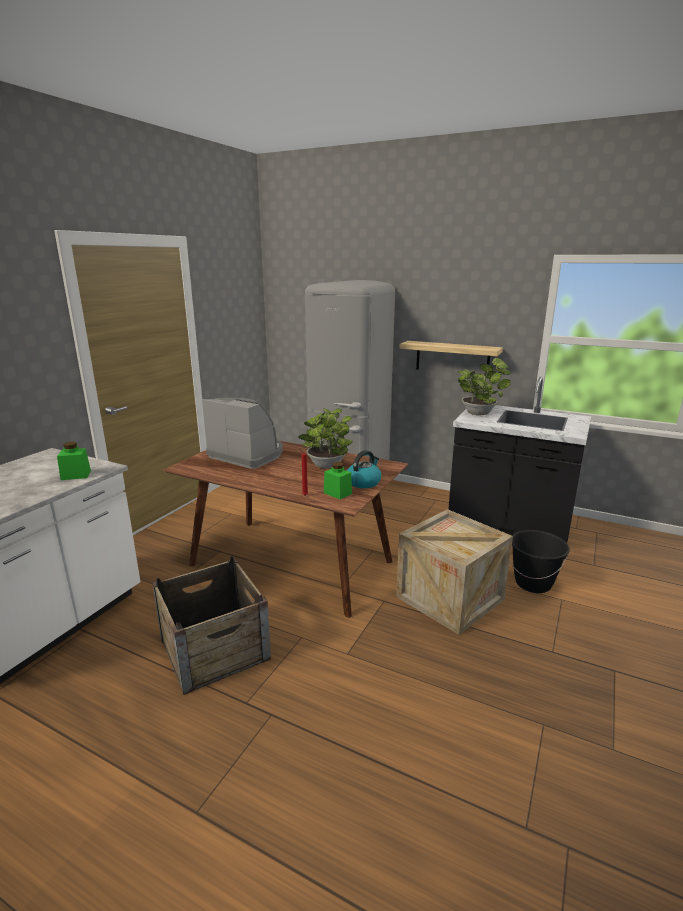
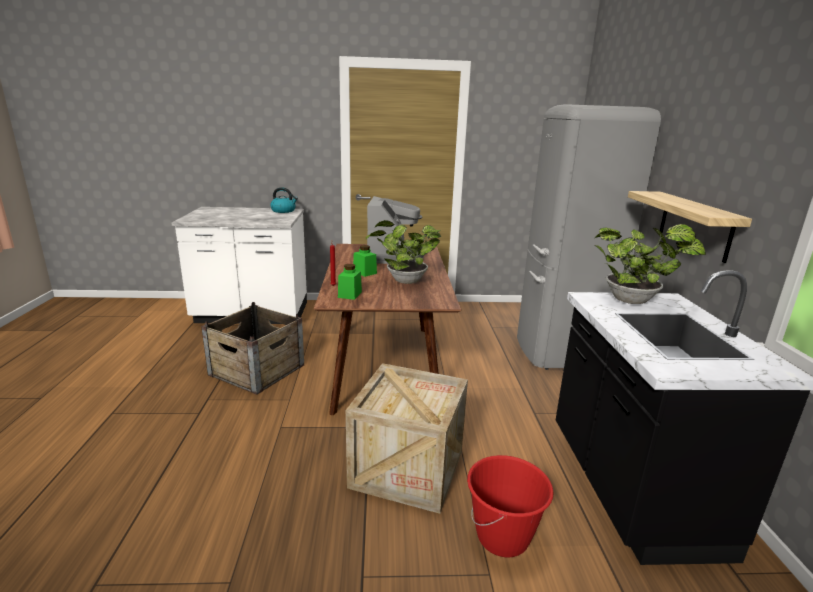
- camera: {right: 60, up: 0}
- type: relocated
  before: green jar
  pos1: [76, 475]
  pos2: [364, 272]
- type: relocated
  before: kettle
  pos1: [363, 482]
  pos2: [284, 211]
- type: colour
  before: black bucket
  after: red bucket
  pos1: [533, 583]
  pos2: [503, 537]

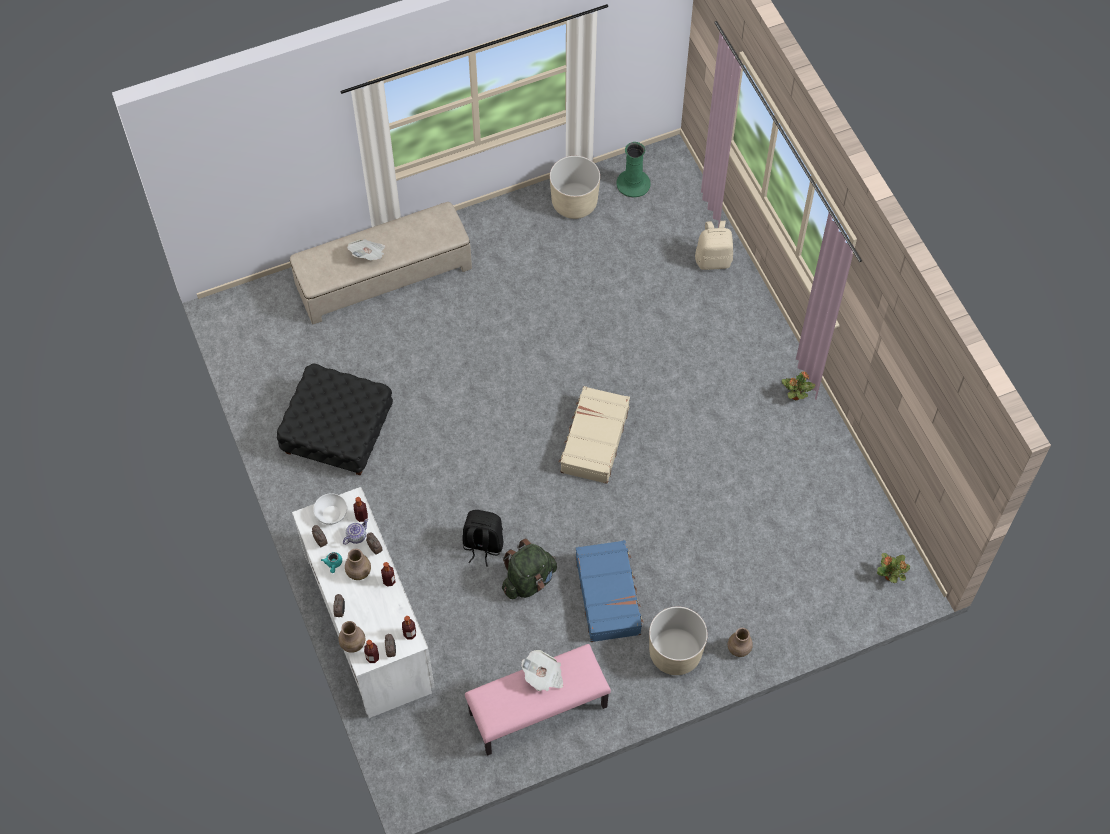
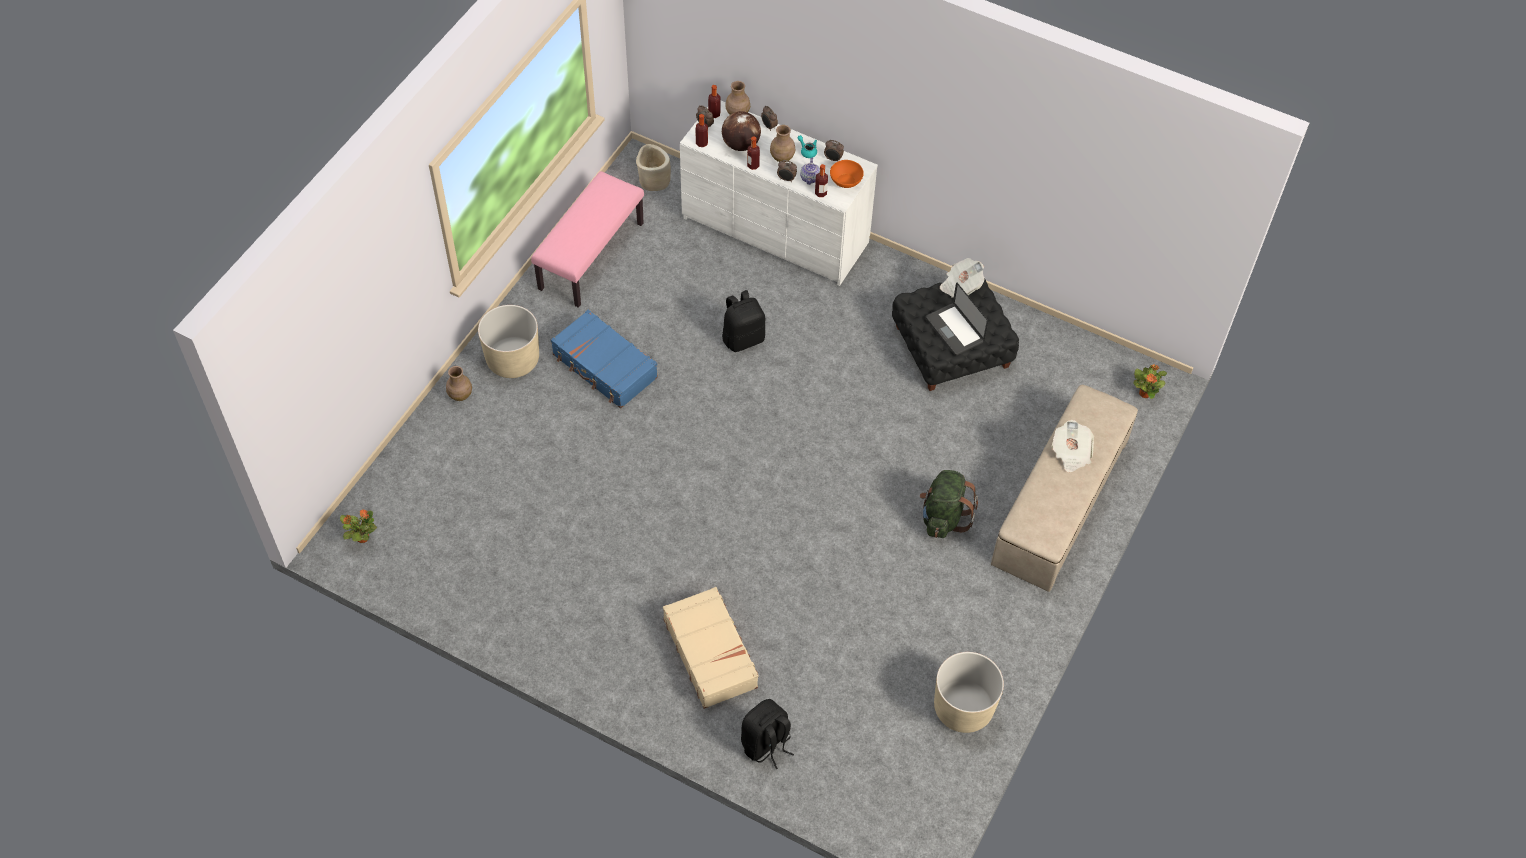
- camera: {right: 140, up: -5}
- type: missing
  before: green vase
  pos1: [633, 184]
- type: colour
  before: beige backpack
  after: black backpack
  pos1: [713, 260]
  pos2: [766, 744]
- type: relocated
  before: potted plant
  pos1: [795, 396]
  pos2: [1145, 393]
- type: relocated
  before: beige suitcase
  pos1: [594, 440]
  pos2: [711, 653]
- type: colour
  before: white bowl
  after: orange bowl
  pos1: [331, 514]
  pos2: [846, 181]
- type: relocated
  before: green backpack
  pos1: [528, 580]
  pos2: [943, 517]
- type: relocated
  before: newspaper
  pos1: [543, 676]
  pos2: [960, 286]
- type: appeared
  after: globe
  pos2: [740, 145]
- type: appeared
  after: beige planter
  pos2: [653, 180]
- type: appeared
  after: laptop
  pos2: [954, 330]

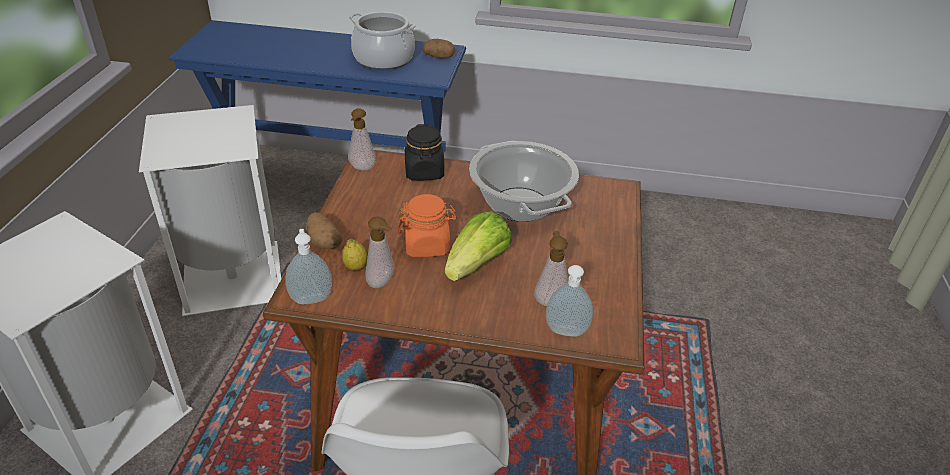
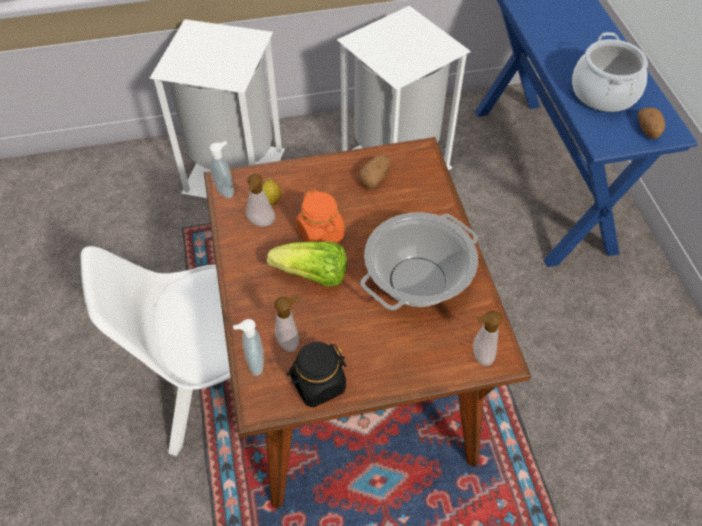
- camera: {right: 70, up: 15}
- type: relocated
  before: soap dispenser
  pos1: [361, 169]
  pos2: [479, 356]
- type: relocated
  before: black jar
  pos1: [424, 172]
  pos2: [318, 384]
- type: relocated
  before: potato
  pos1: [323, 241]
  pos2: [375, 179]

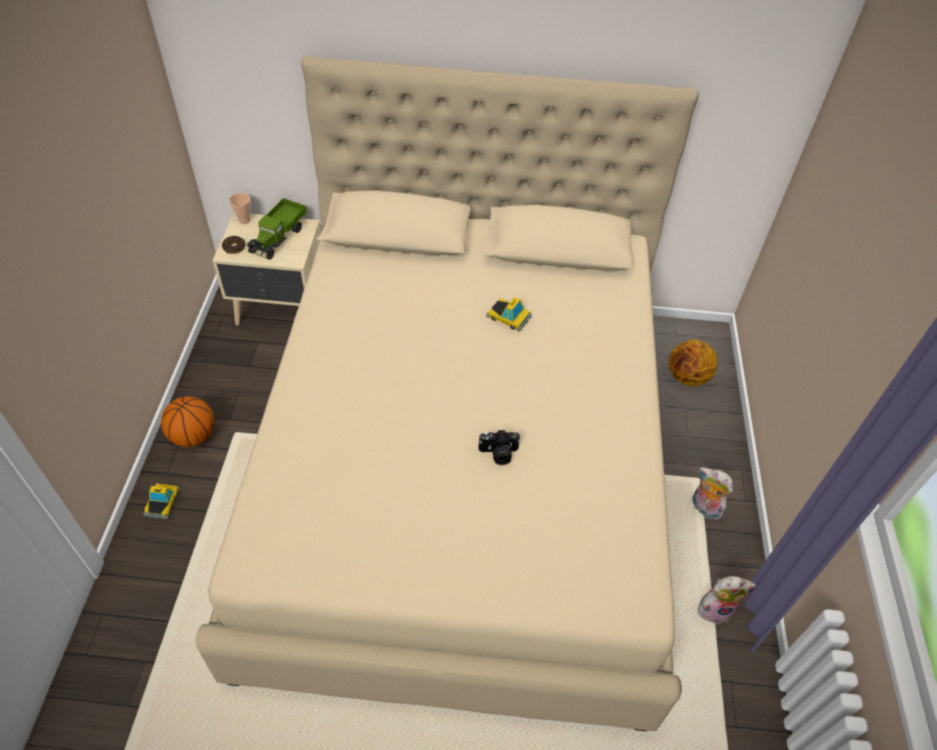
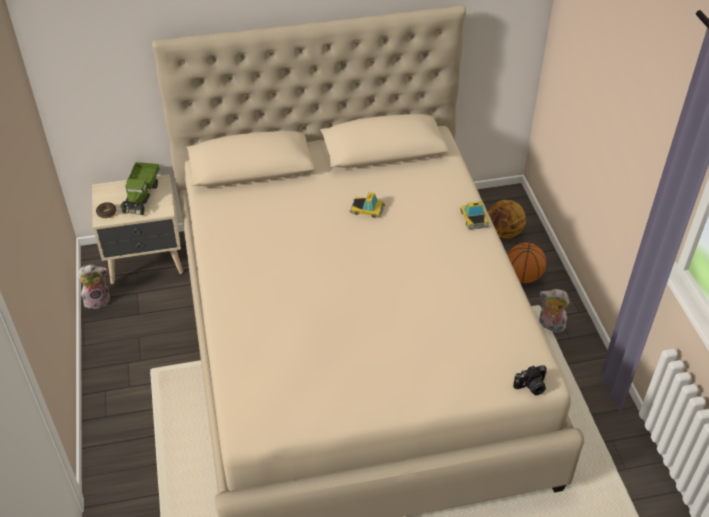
- camera: {right: -15, up: -5}
- type: missing
  before: cup
  pos1: [244, 220]
- type: relocated
  before: basketball
  pos1: [193, 436]
  pos2: [523, 276]
- type: relocated
  before: photo camera
  pos1: [498, 454]
  pos2: [531, 387]
- type: relocated
  before: toy car
  pos1: [162, 502]
  pos2: [474, 218]
- type: relocated
  before: plush toy
  pos1: [715, 608]
  pos2: [98, 300]

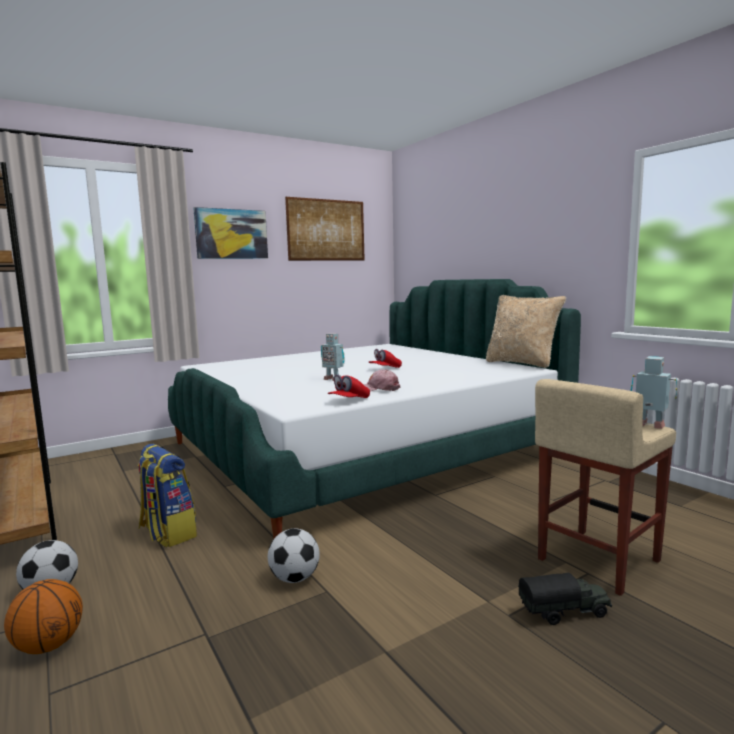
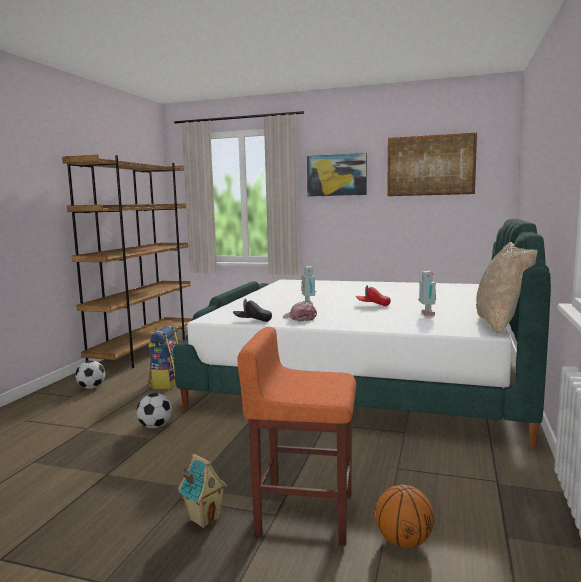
- camera: {right: 50, up: 0}
- type: relocated
  before: toy robot
  pos1: [650, 426]
  pos2: [426, 314]
- type: colour
  before: red cap
  after: black cap
  pos1: [349, 401]
  pos2: [252, 321]
- type: colour
  before: beige stool
  after: orange stool
  pos1: [597, 560]
  pos2: [303, 514]
- type: exchanged
  before: toy truck
  after: toy house
  pos1: [565, 612]
  pos2: [204, 518]
- type: relocated
  before: basketball
  pos1: [49, 646]
  pos2: [403, 542]

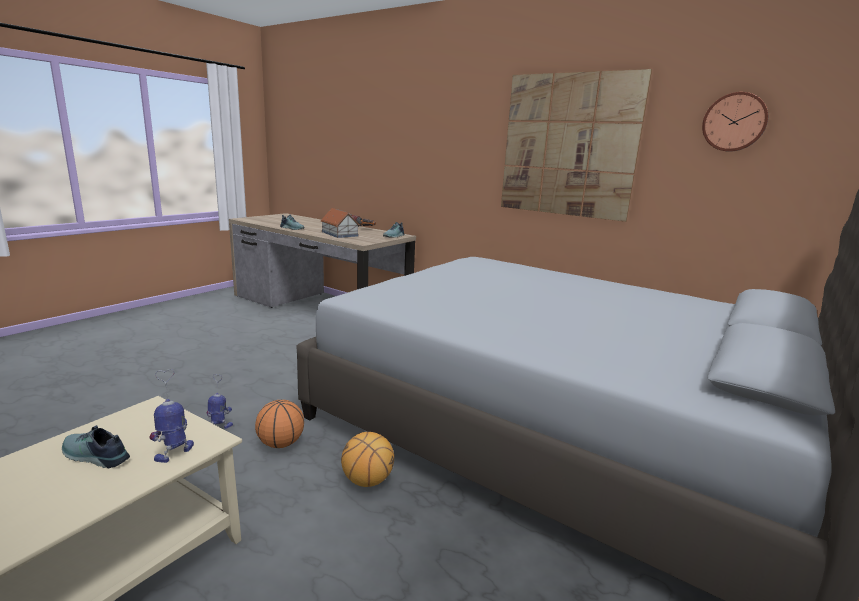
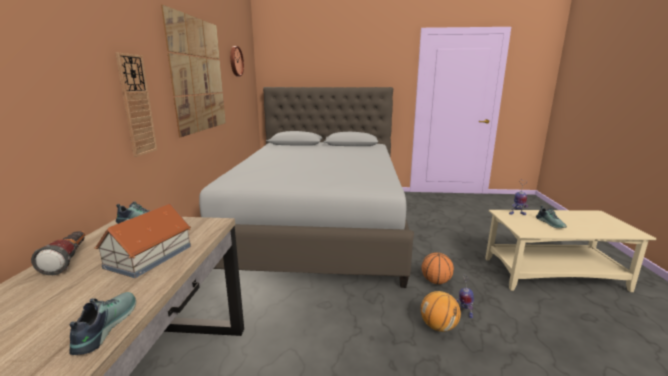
- camera: {right: -120, up: 0}
- type: relocated
  before: basketball
  pos1: [367, 481]
  pos2: [438, 326]
- type: appeared
  after: wall clock
  pos2: [136, 105]

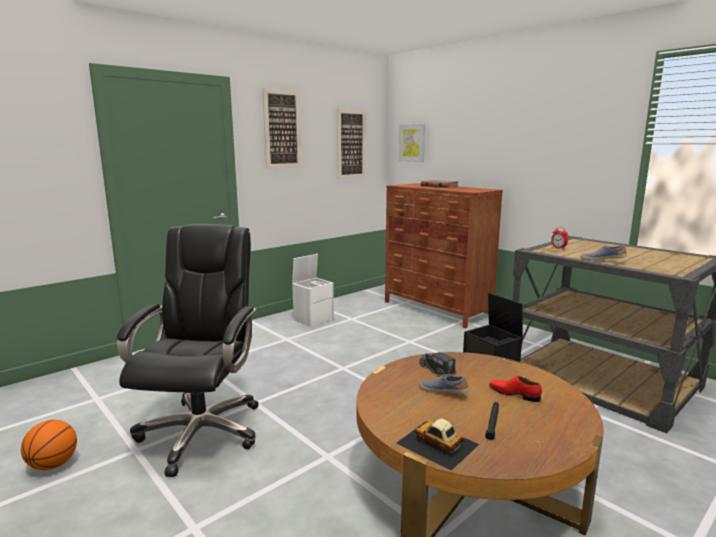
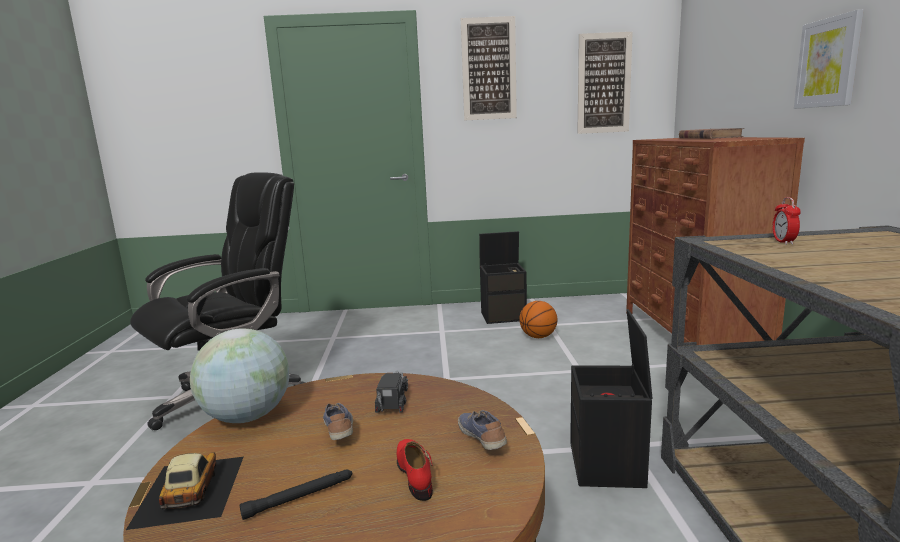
- camera: {right: 40, up: 0}
- type: relocated
  before: picture
  pos1: [412, 142]
  pos2: [828, 63]
- type: relocated
  before: shoe
  pos1: [602, 260]
  pos2: [482, 439]
- type: colour
  before: white storage box
  after: black storage box
  pos1: [313, 319]
  pos2: [504, 316]
- type: relocated
  before: basketball
  pos1: [53, 465]
  pos2: [538, 337]
- type: appeared
  after: globe
  pos2: [247, 417]

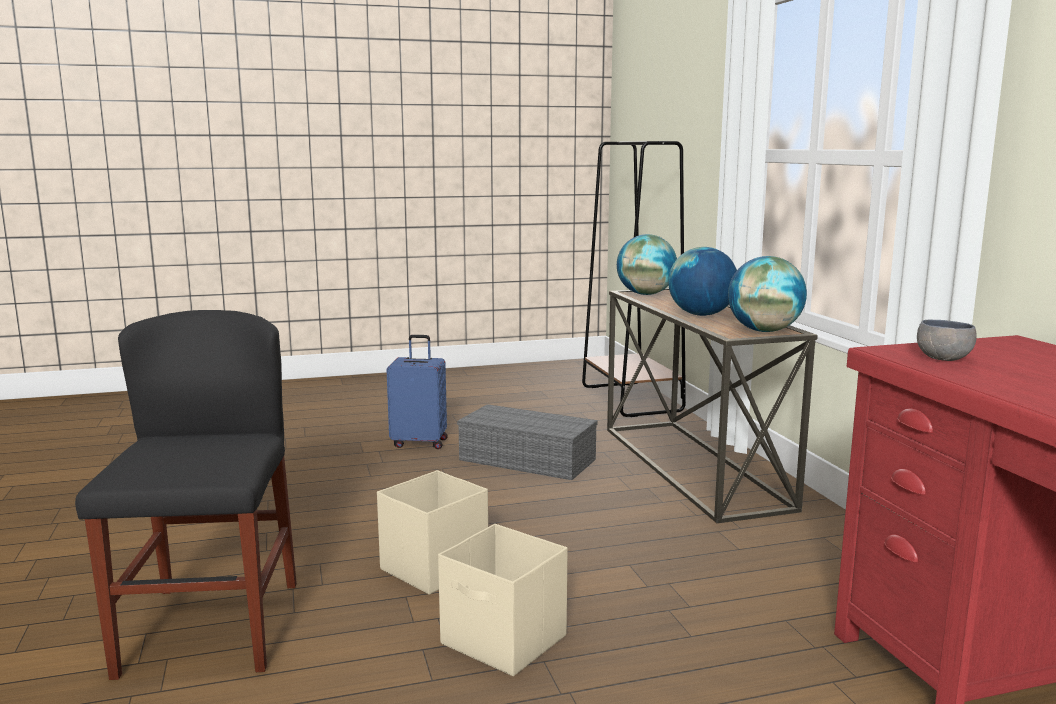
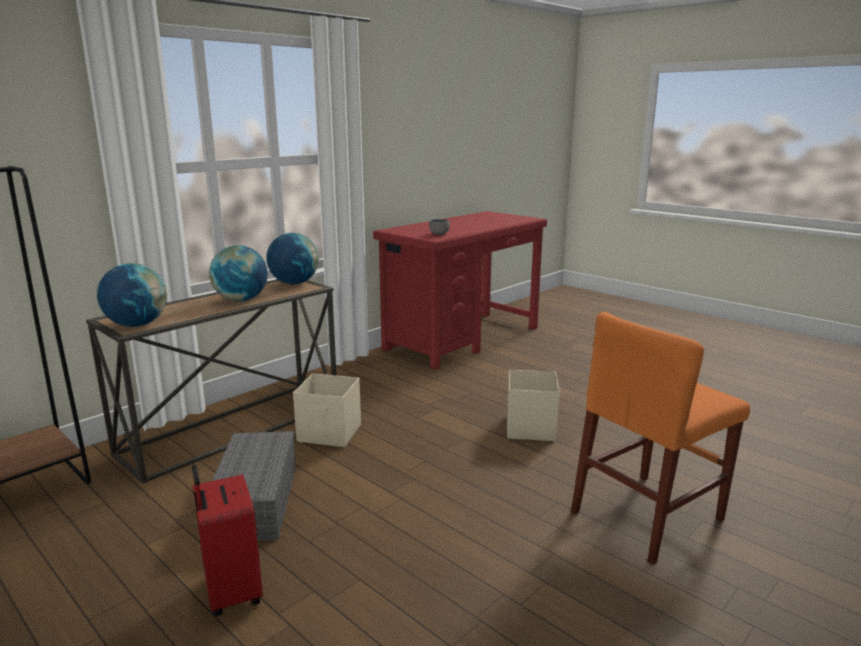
- camera: {right: -120, up: 5}
- type: colour
  before: black chair
  after: orange chair
  pos1: [211, 628]
  pos2: [647, 516]
- type: colour
  before: blue suitcase
  after: red suitcase
  pos1: [420, 442]
  pos2: [231, 593]
- type: relocated
  before: beige storage box
  pos1: [433, 568]
  pos2: [330, 433]

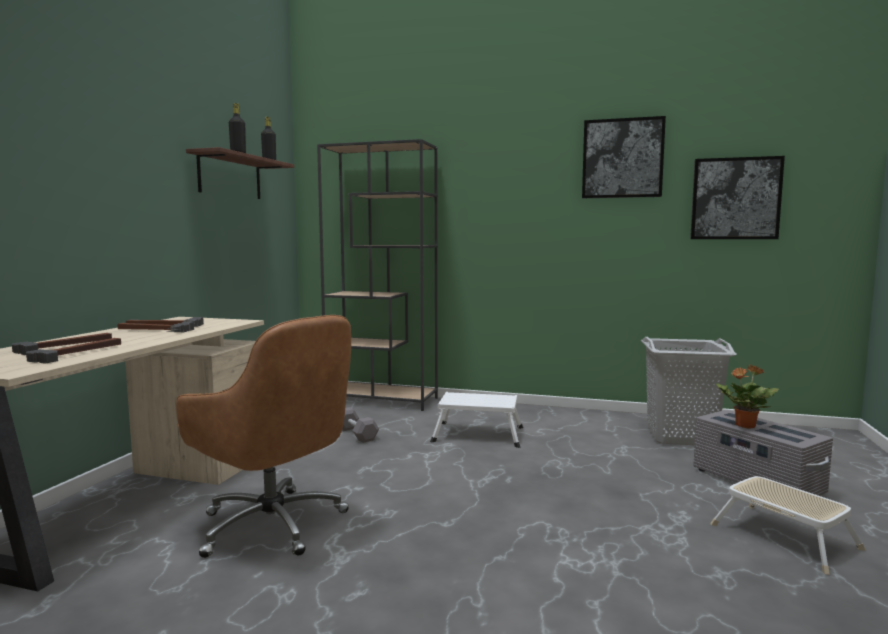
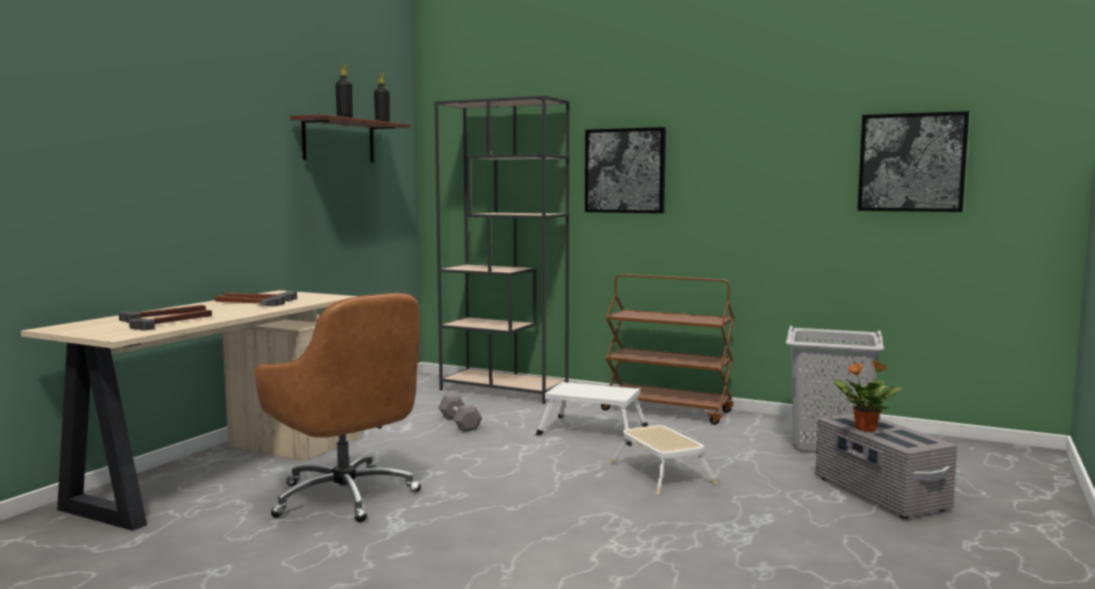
- camera: {right: 10, up: 0}
- type: relocated
  before: picture
  pos1: [622, 158]
  pos2: [625, 170]
- type: relocated
  before: beige step ladder
  pos1: [784, 537]
  pos2: [660, 473]
- type: appeared
  after: brown cart
  pos2: [668, 411]

